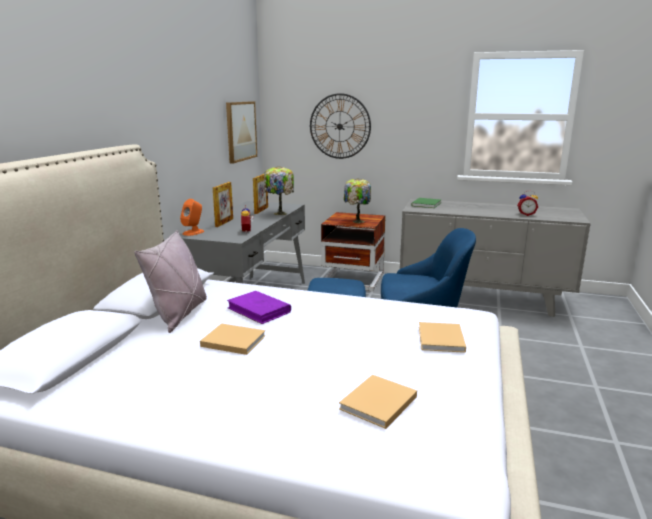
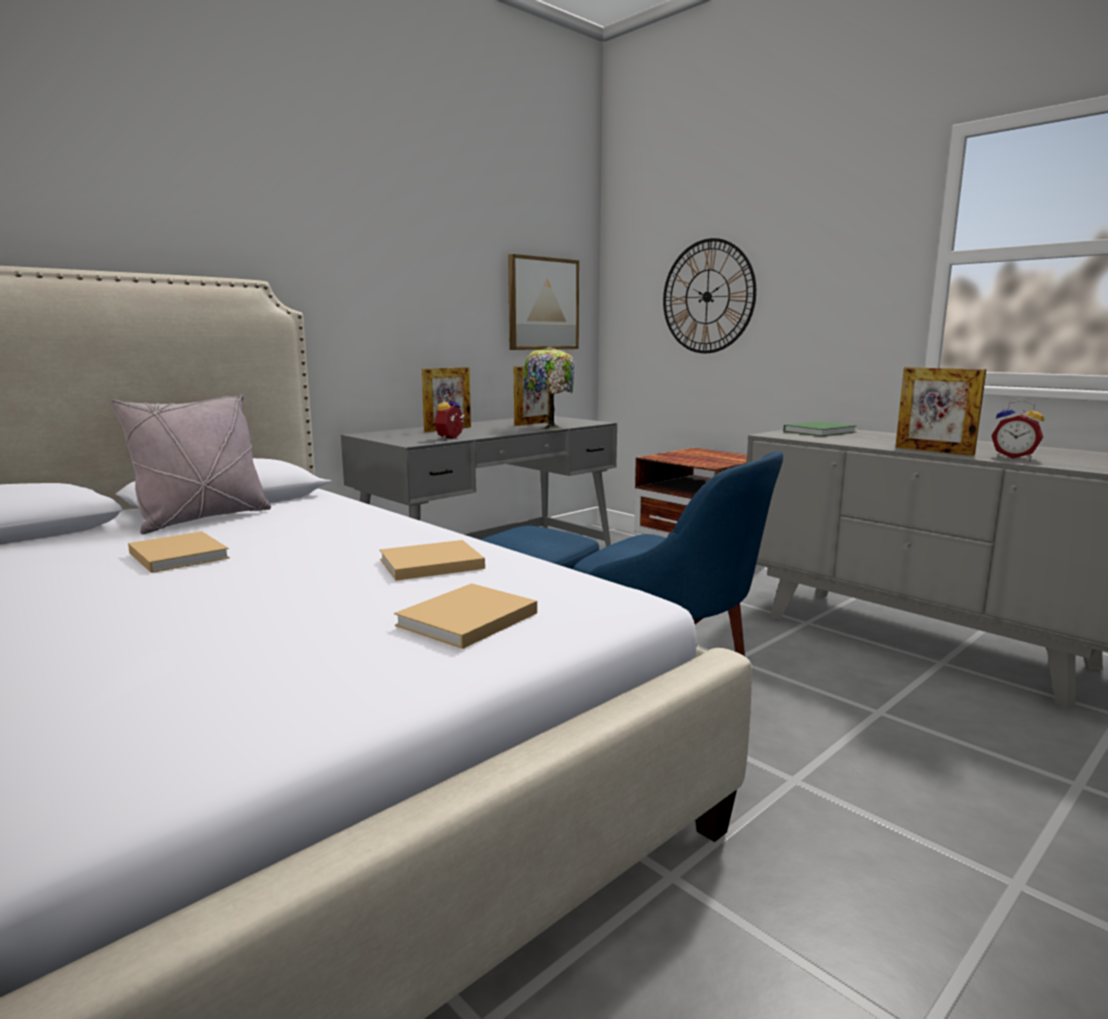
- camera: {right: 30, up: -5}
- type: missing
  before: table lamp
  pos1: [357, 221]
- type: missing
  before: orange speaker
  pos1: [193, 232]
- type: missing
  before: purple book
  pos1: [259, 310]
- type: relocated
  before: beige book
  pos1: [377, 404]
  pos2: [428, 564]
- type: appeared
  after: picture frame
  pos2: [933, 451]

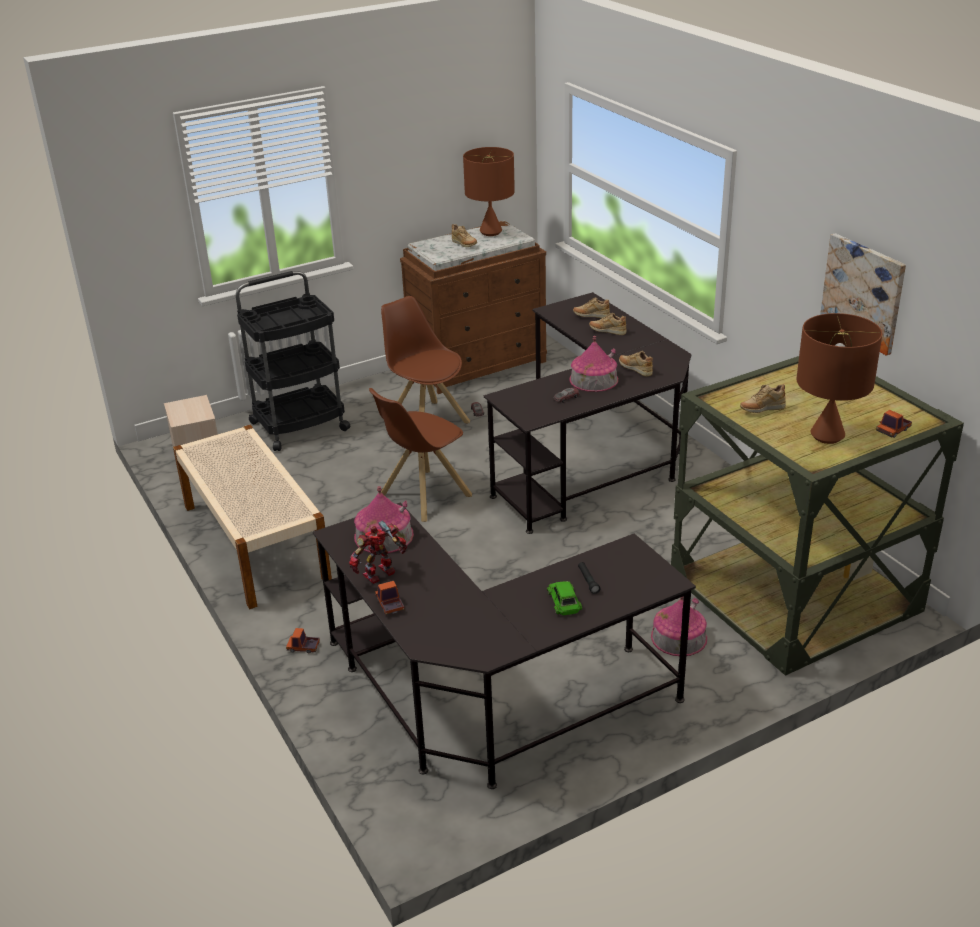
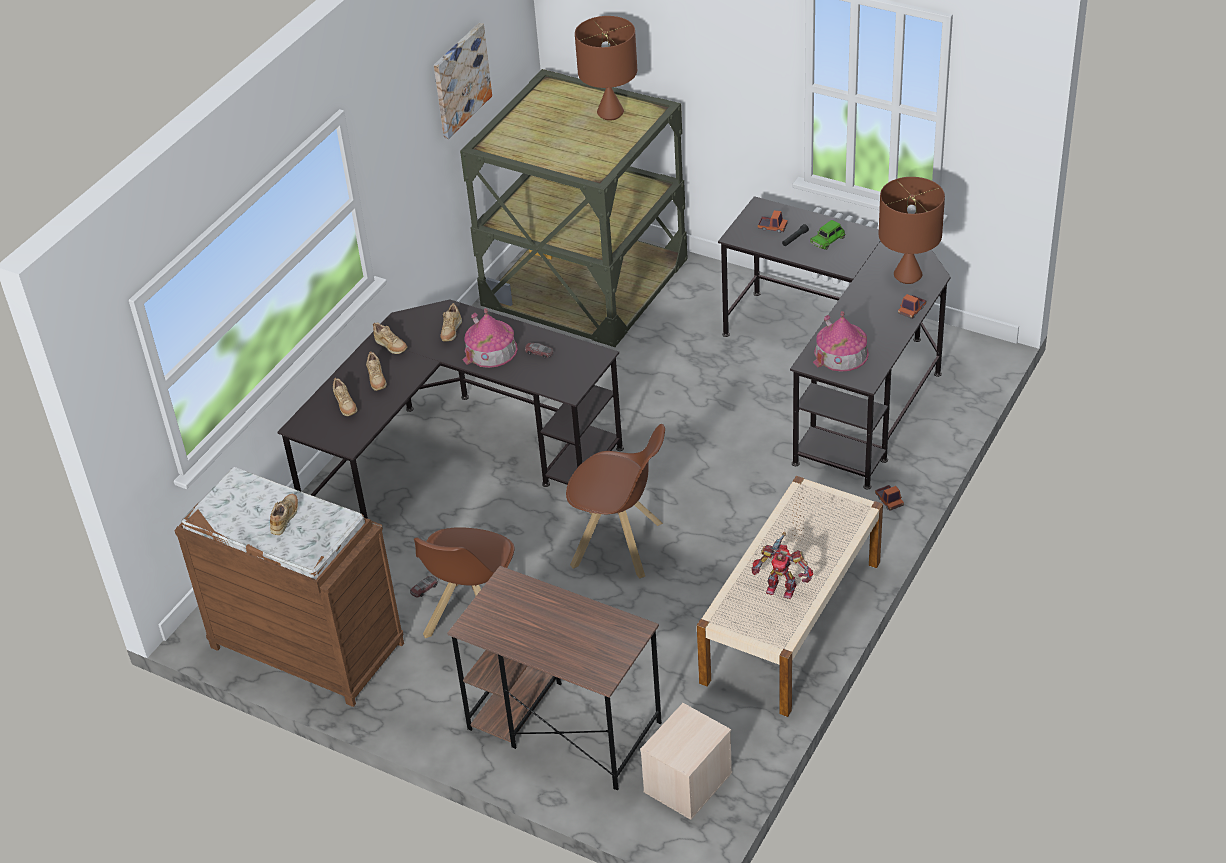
- camera: {right: -120, up: 10}
- type: relocated
  before: brown table lamp
  pos1: [491, 233]
  pos2: [907, 277]
- type: exchanged
  before: black cart
  after: brown desk
  pos1: [300, 426]
  pos2: [562, 725]
- type: relocated
  before: beige shoe
  pos1: [761, 410]
  pos2: [391, 347]
- type: relocated
  before: toy truck
  pos1: [893, 430]
  pos2: [772, 227]
- type: relocated
  before: toy robot
  pos1: [380, 575]
  pos2: [781, 587]
- type: missing
  before: toy house
  pos1: [679, 637]

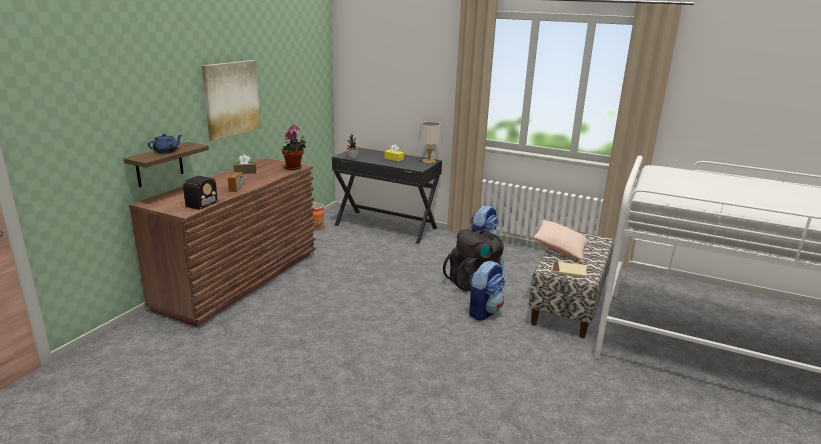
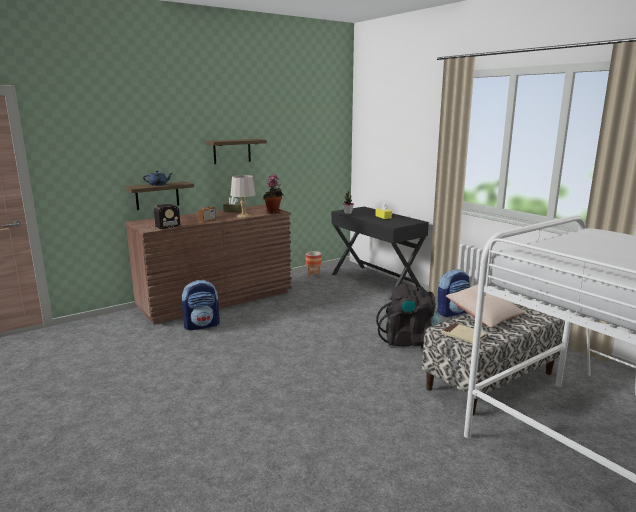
- camera: {right: 30, up: -5}
- type: exchanged
  before: picture
  after: shelf
  pos1: [231, 98]
  pos2: [232, 151]
- type: relocated
  before: grey table lamp
  pos1: [429, 161]
  pos2: [244, 216]
- type: relocated
  before: backpack
  pos1: [484, 311]
  pos2: [202, 325]

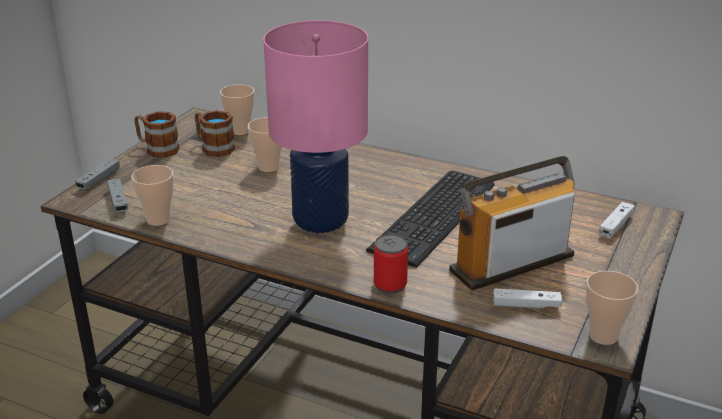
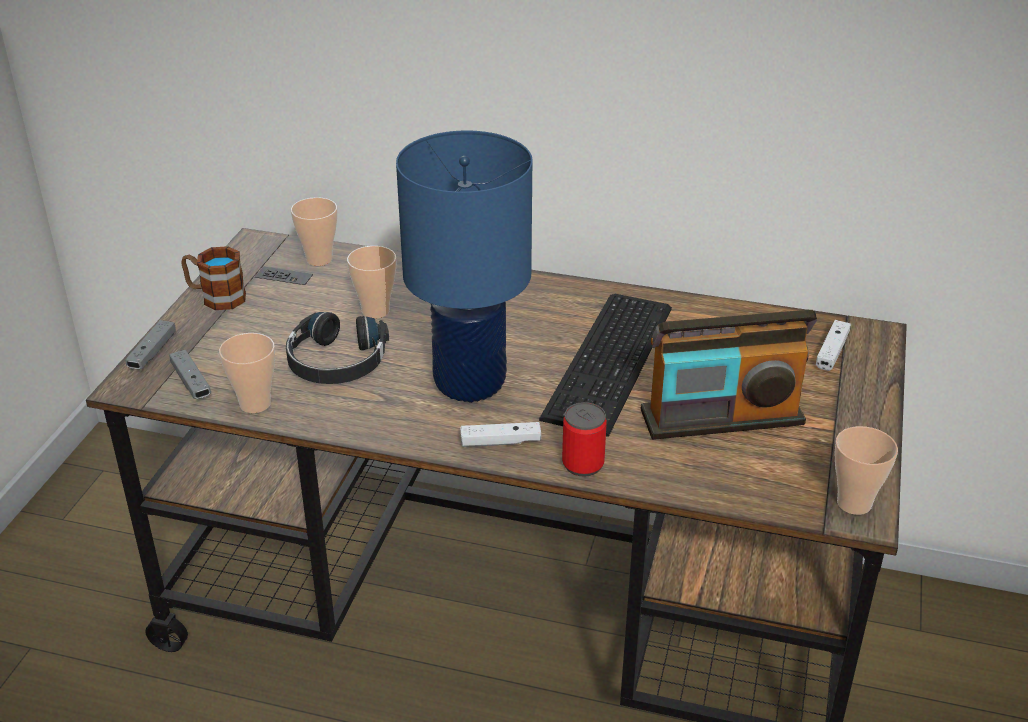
- camera: {right: -10, up: 5}
- type: colour
  before: pink table lamp
  after: blue table lamp
  pos1: [321, 223]
  pos2: [470, 387]
- type: missing
  before: mug
  pos1: [213, 147]
- type: spun
  before: radio
  pos1: [511, 263]
  pos2: [722, 417]
  turn: -150
- type: relocated
  before: white game controller
  pos1: [526, 305]
  pos2: [500, 442]
- type: appeared
  after: black headphones
  pos2: [336, 362]

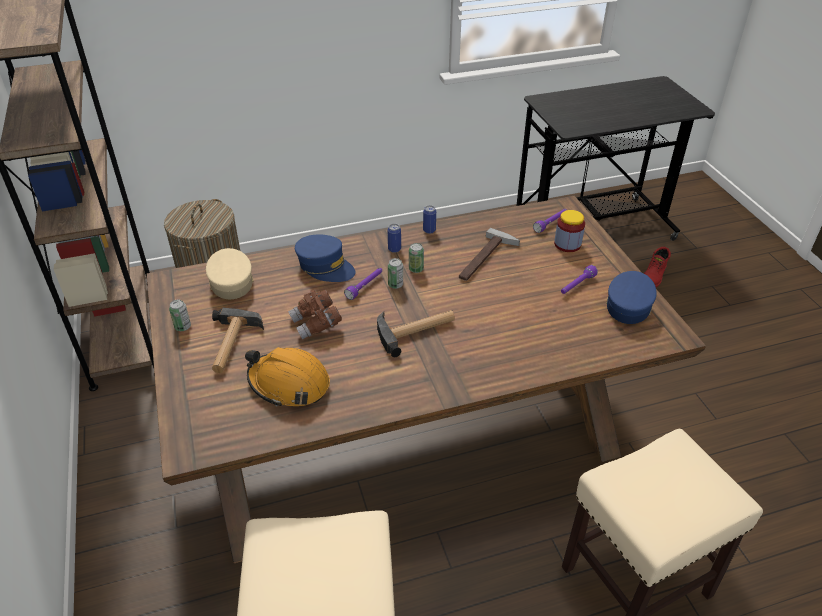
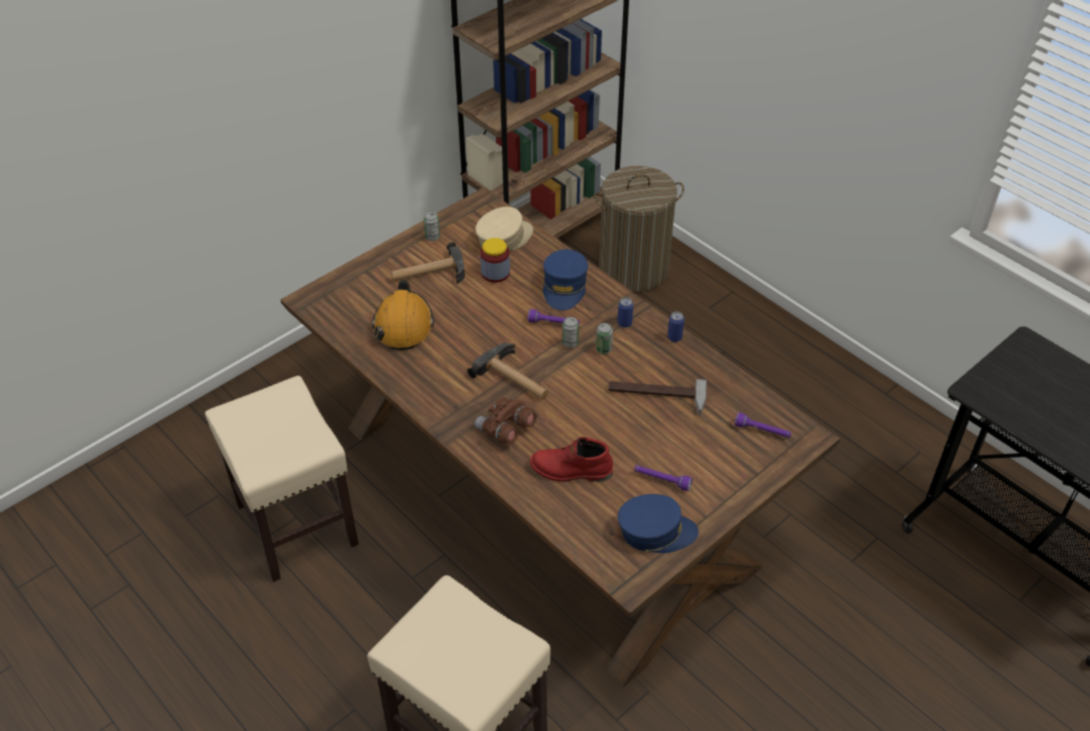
- camera: {right: 65, up: 5}
- type: relocated
  before: jar
  pos1: [567, 244]
  pos2: [495, 273]
- type: relocated
  before: red boot
  pos1: [653, 277]
  pos2: [570, 471]
- type: relocated
  before: brown binoculars
  pos1: [316, 324]
  pos2: [505, 430]

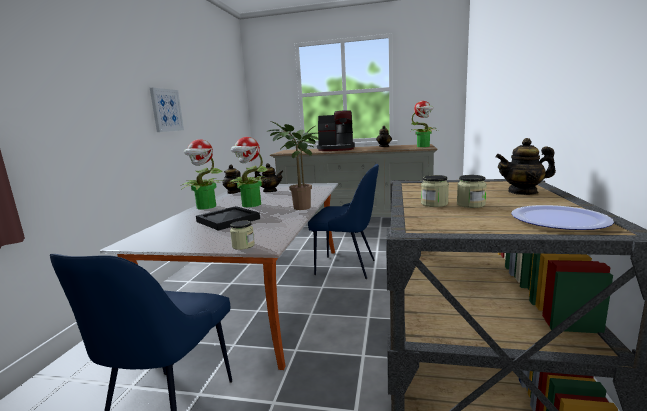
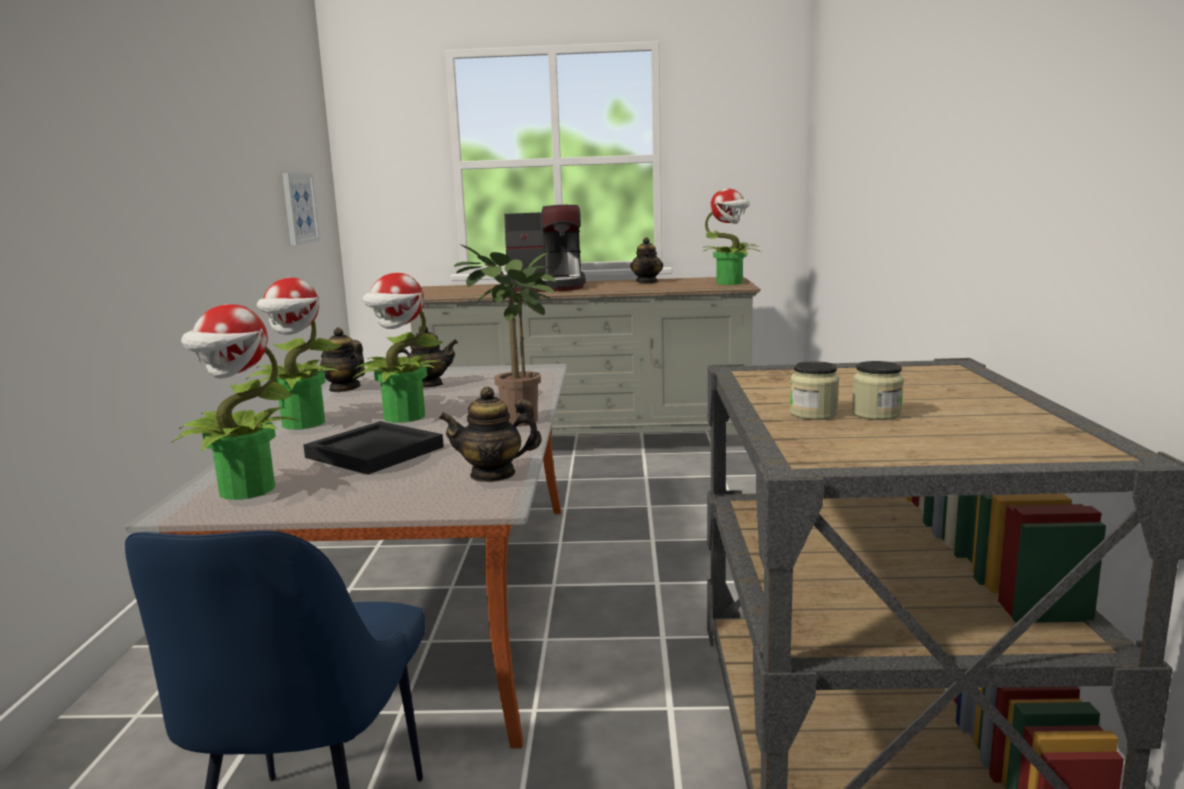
- camera: {right: -10, up: 0}
- type: relocated
  before: picture
  pos1: [166, 110]
  pos2: [299, 208]
- type: relocated
  before: teapot
  pos1: [523, 192]
  pos2: [493, 474]
- type: missing
  before: blue chair
  pos1: [346, 267]
- type: missing
  before: plate
  pos1: [559, 220]
- type: missing
  before: jar
  pos1: [243, 245]
- type: appeared
  after: potted plant
  pos2: [245, 491]

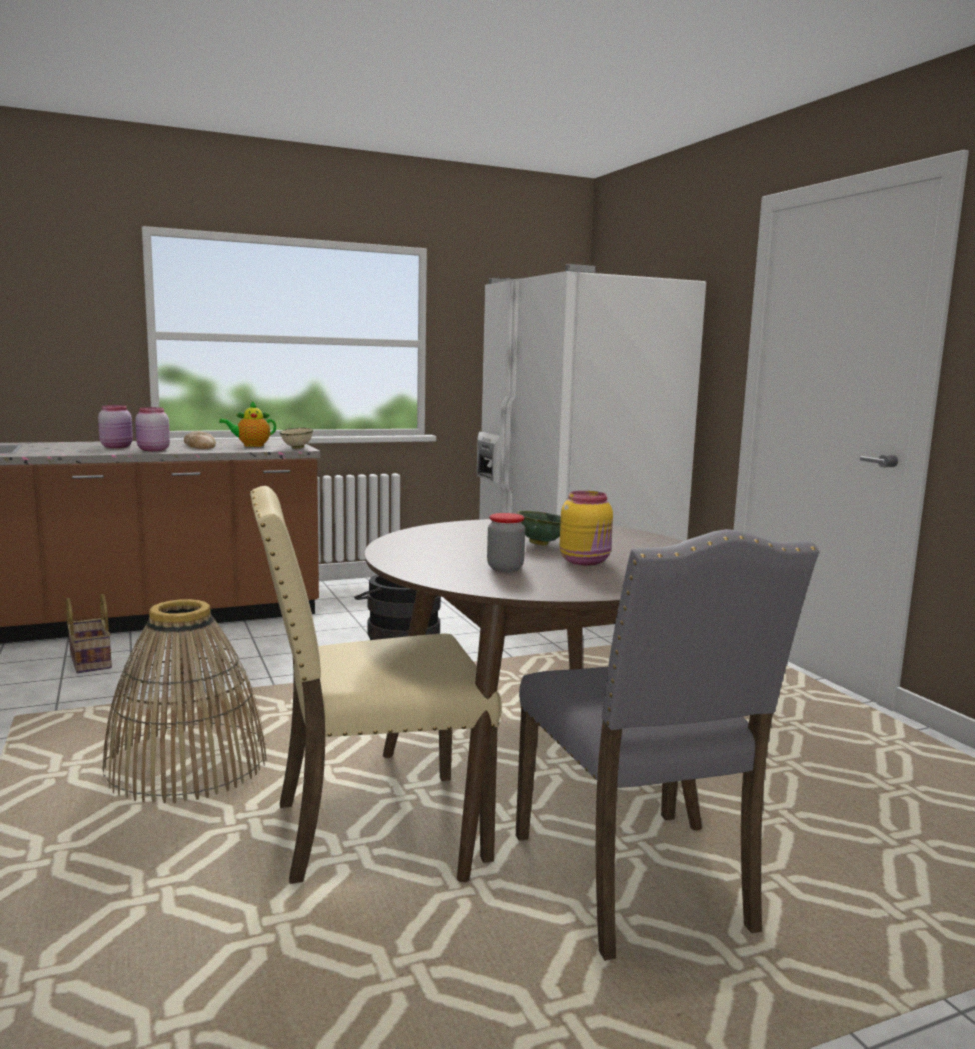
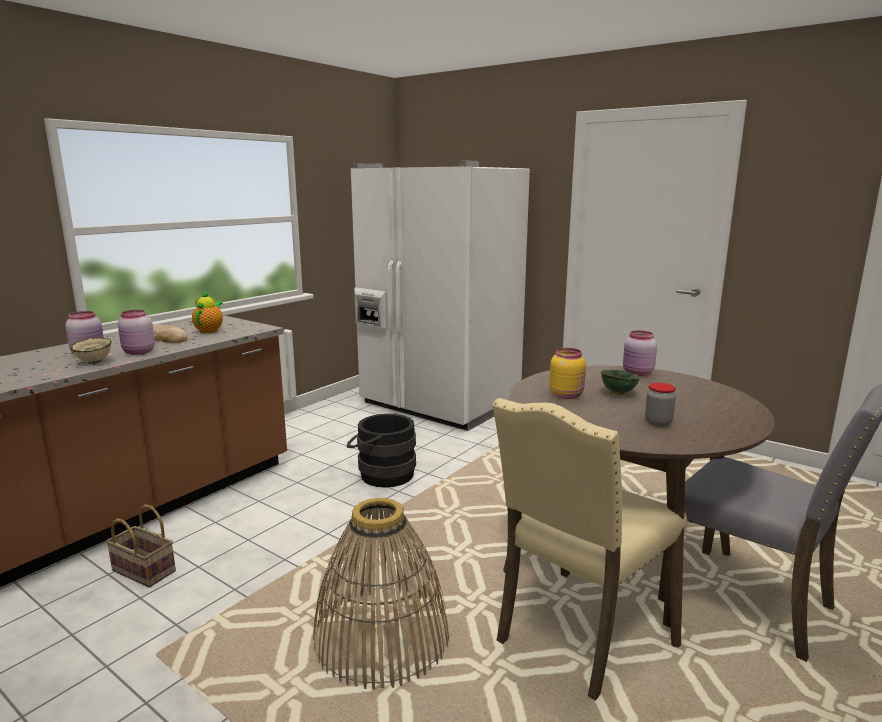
- camera: {right: -30, up: 5}
- type: spun
  before: teapot
  pos1: [251, 445]
  pos2: [210, 330]
  turn: 150
- type: relocated
  before: beige bowl
  pos1: [297, 448]
  pos2: [95, 362]
- type: relocated
  before: yellow jar
  pos1: [586, 561]
  pos2: [567, 395]
- type: appeared
  after: pink jar
  pos2: [637, 373]

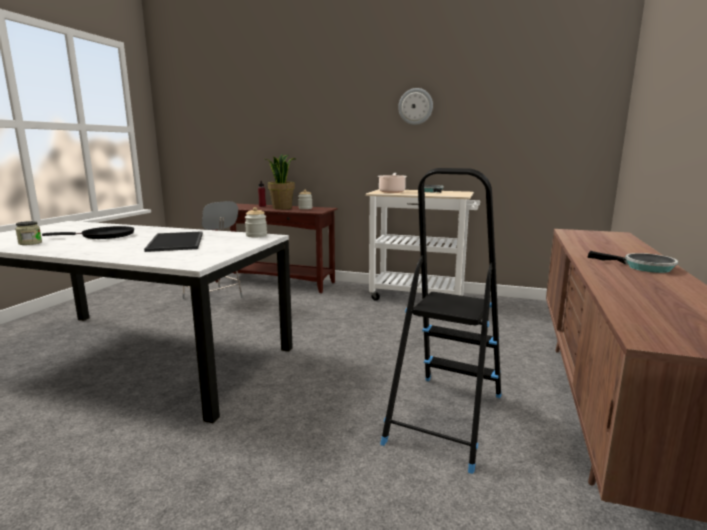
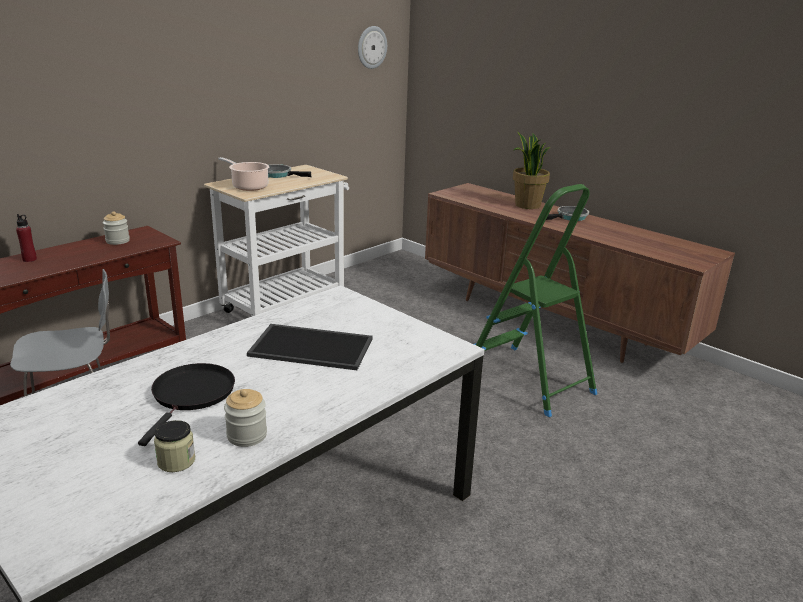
- camera: {right: -65, up: 10}
- type: relocated
  before: wall clock
  pos1: [415, 106]
  pos2: [371, 47]
- type: relocated
  before: potted plant
  pos1: [282, 208]
  pos2: [527, 205]
- type: colour
  before: black step ladder
  after: green step ladder
  pos1: [446, 416]
  pos2: [528, 378]
- type: relocated
  before: jar
  pos1: [256, 235]
  pos2: [247, 435]

